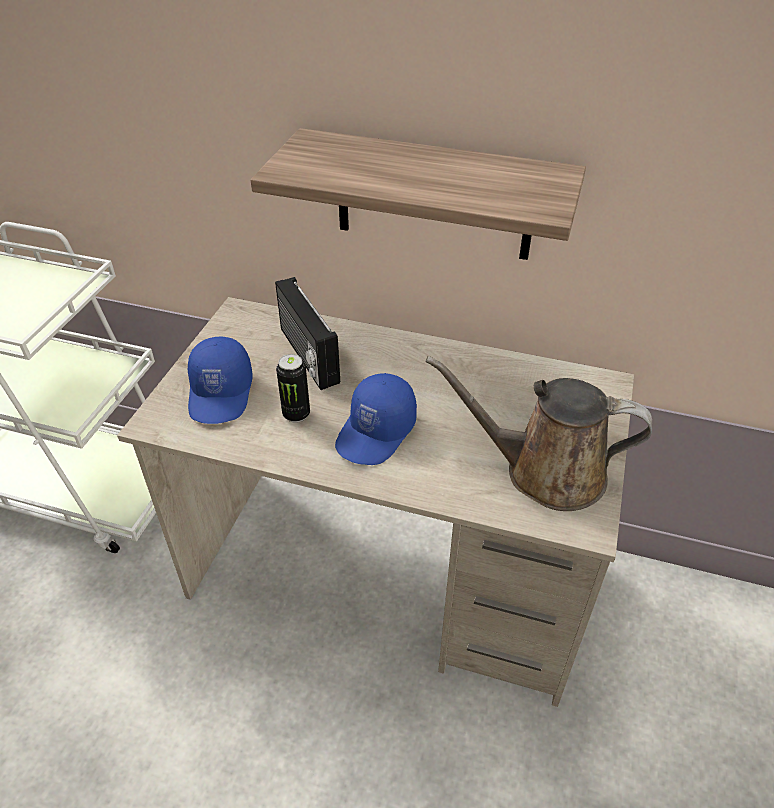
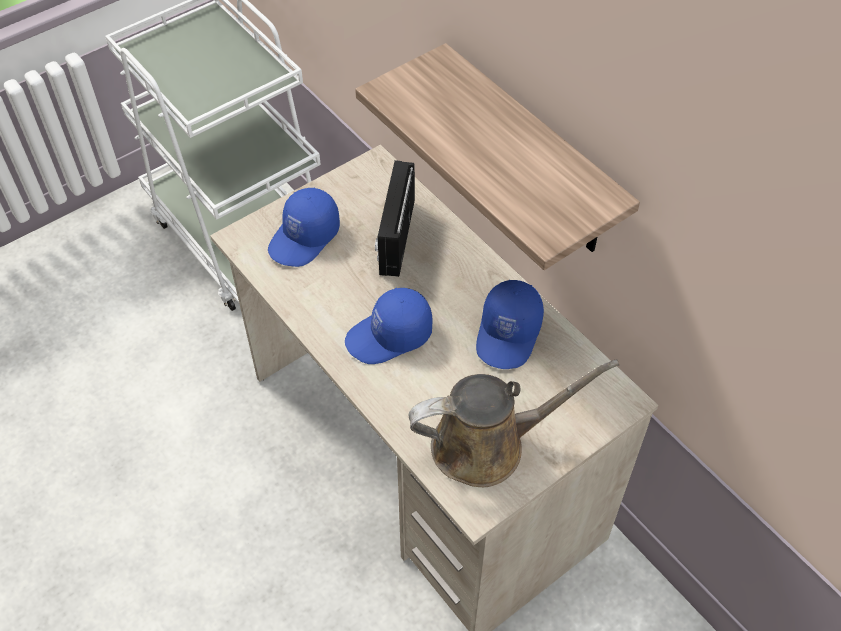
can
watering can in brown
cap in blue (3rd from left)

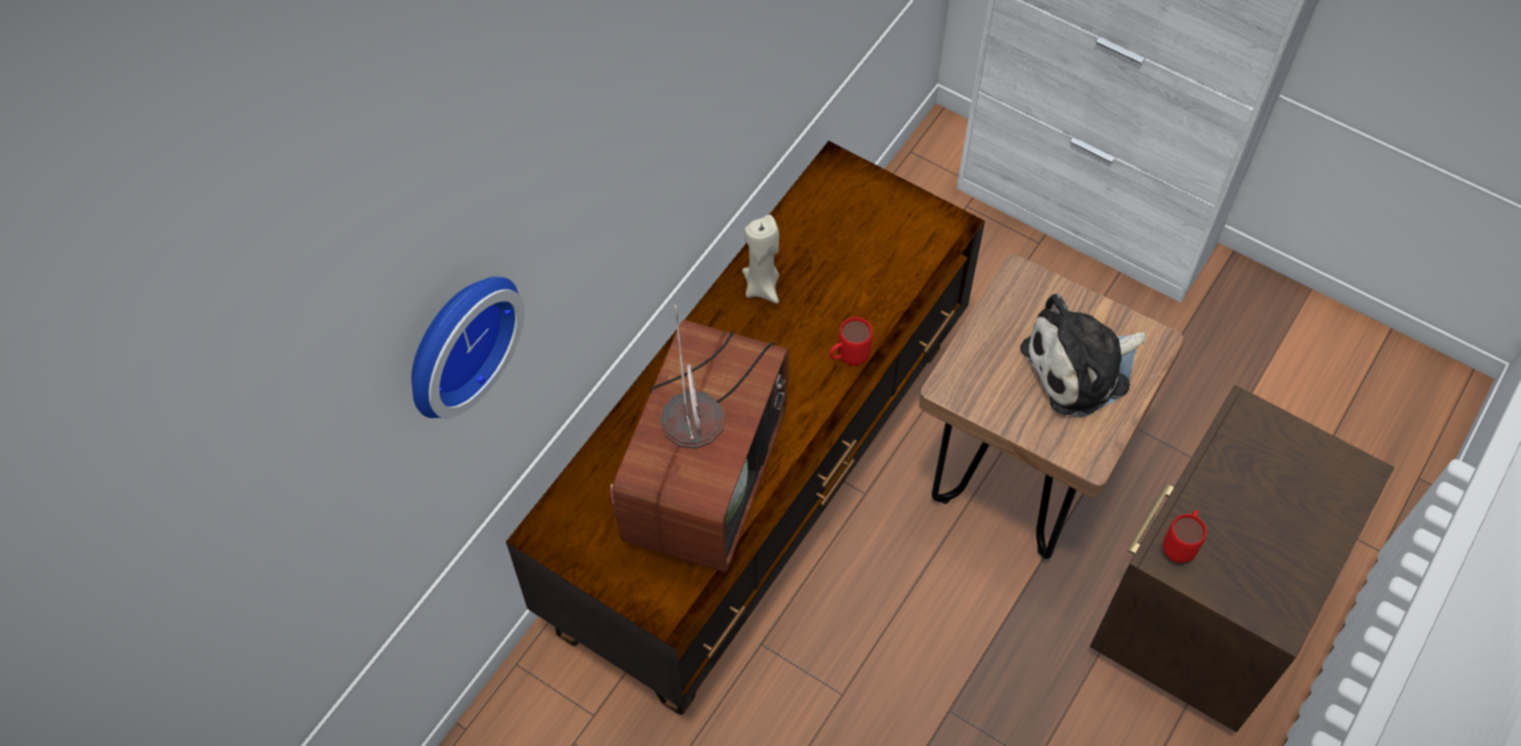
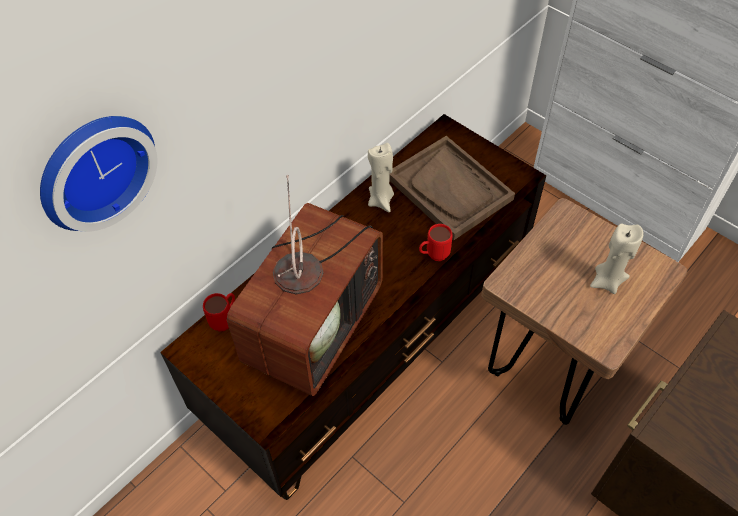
candle in beige (2nd from left)
mug in red (1st from left)
tray in brown

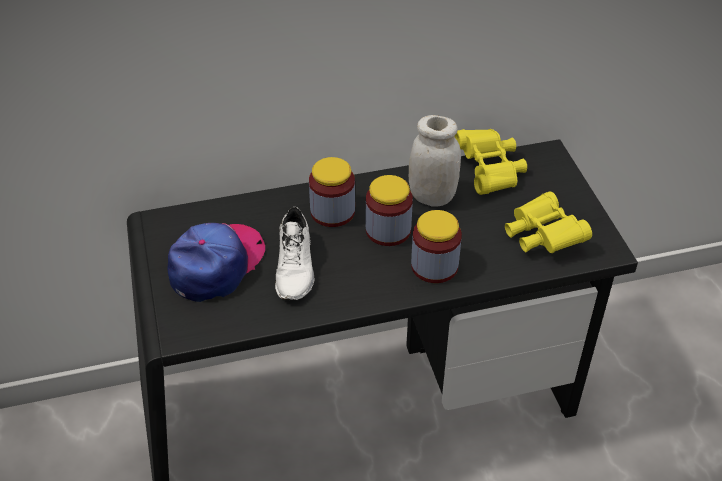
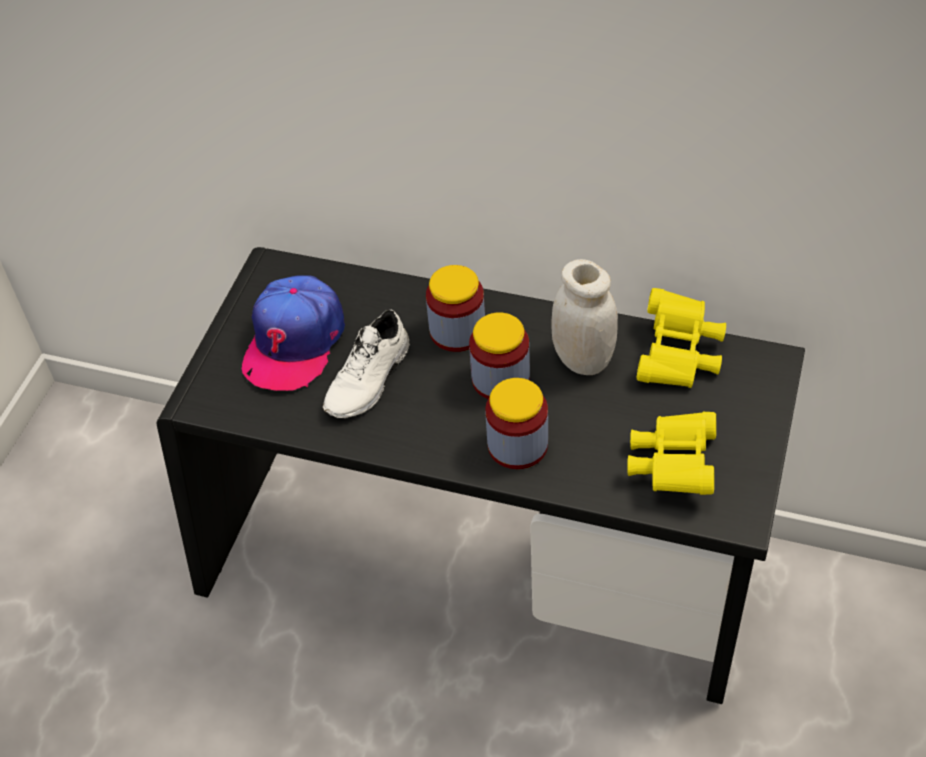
cap

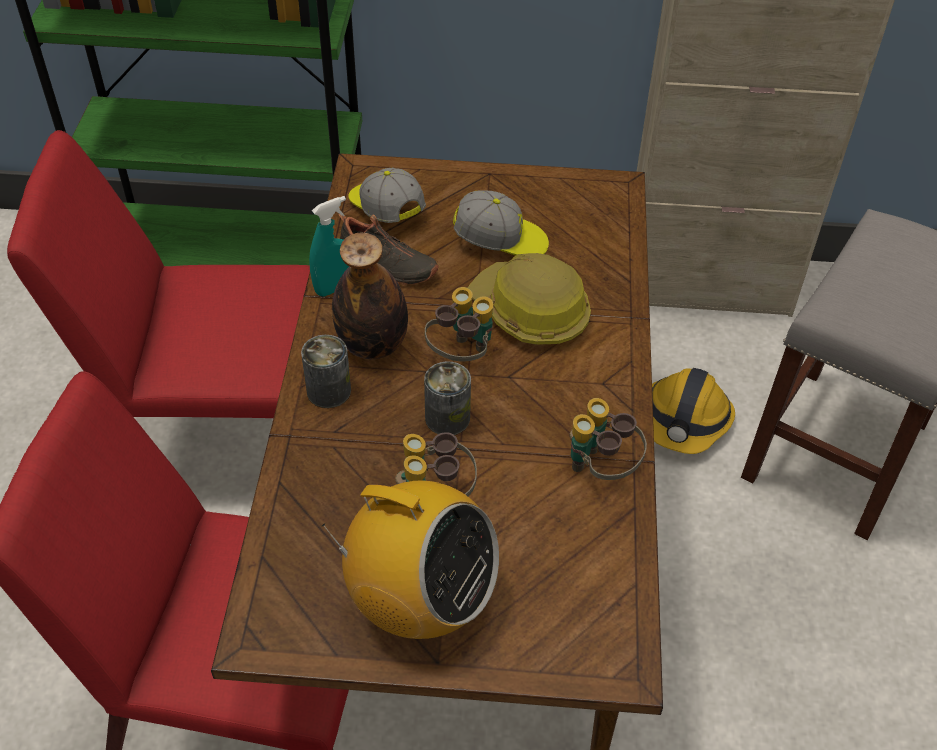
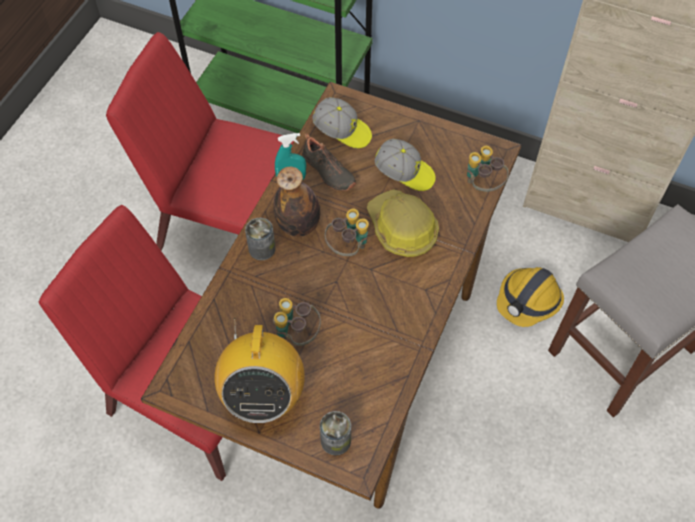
cap (1st from left)
can (2nd from left)
binoculars (3rd from left)
radio

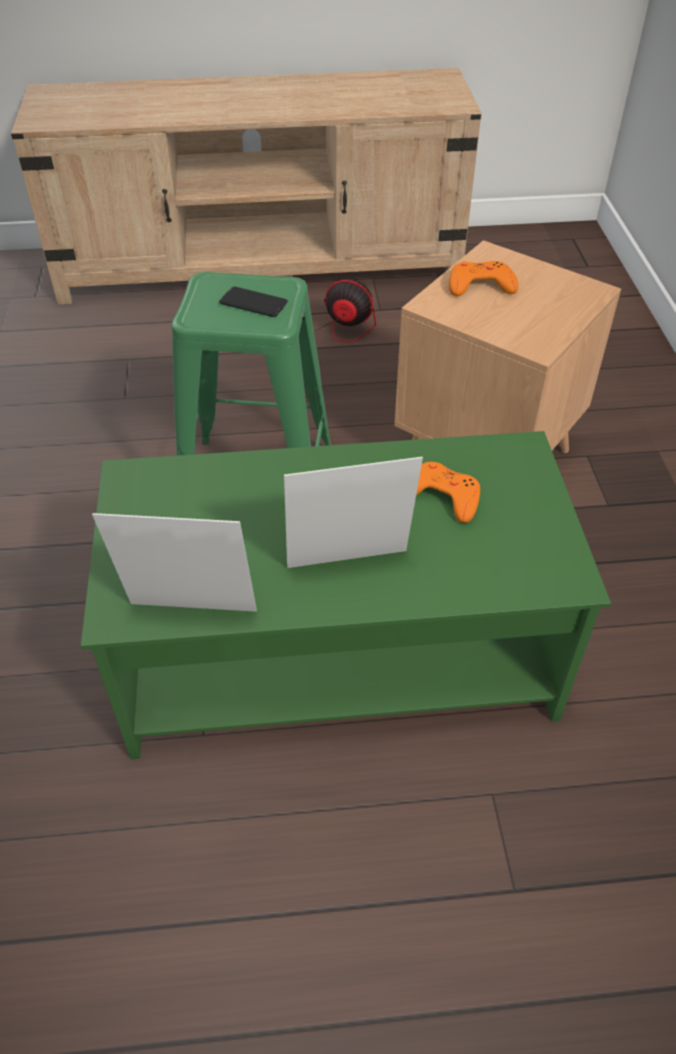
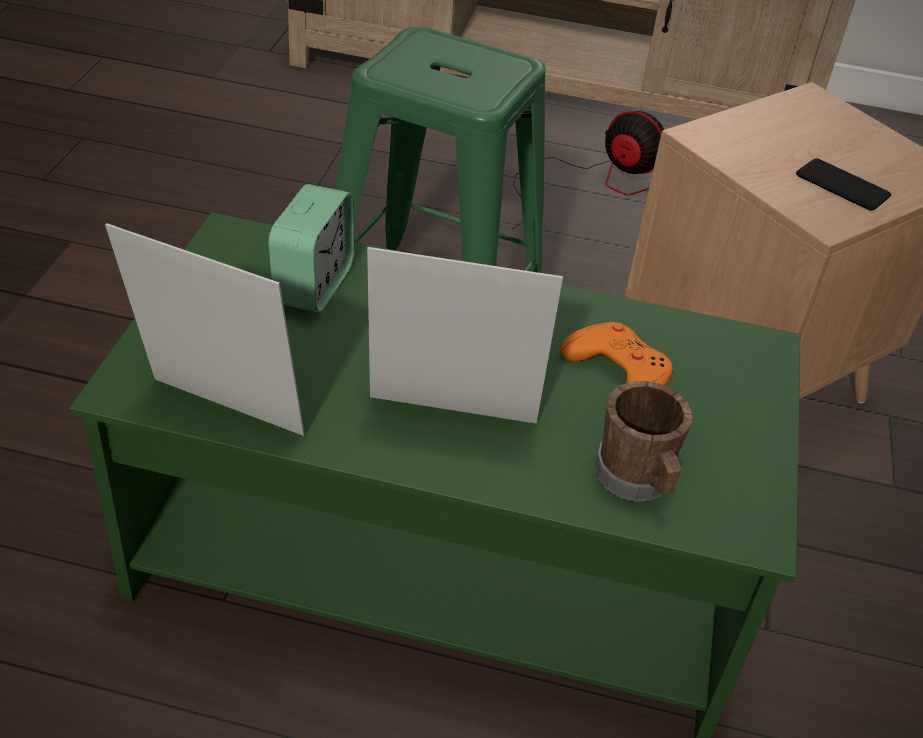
game controller in orange (2nd from left in the first image)
phone
alarm clock
mug in brown

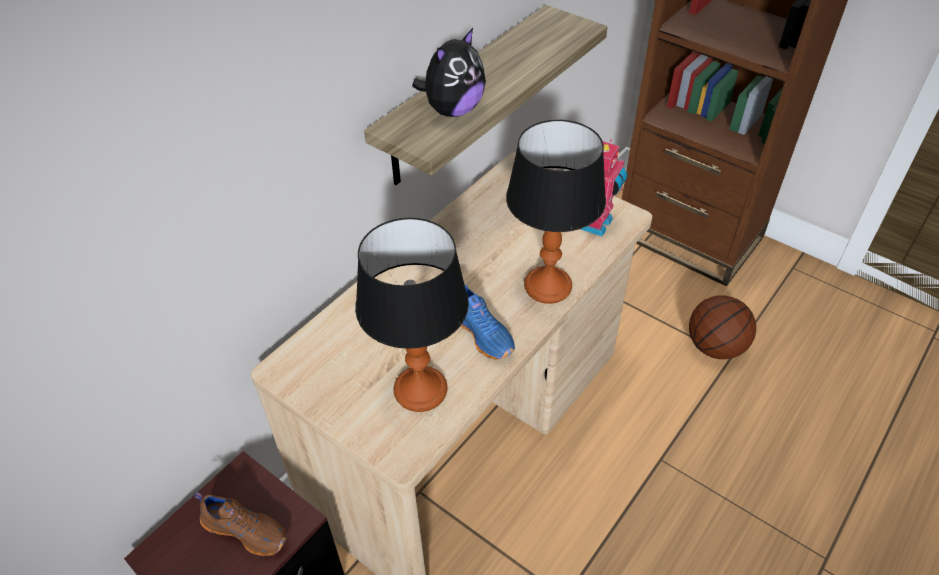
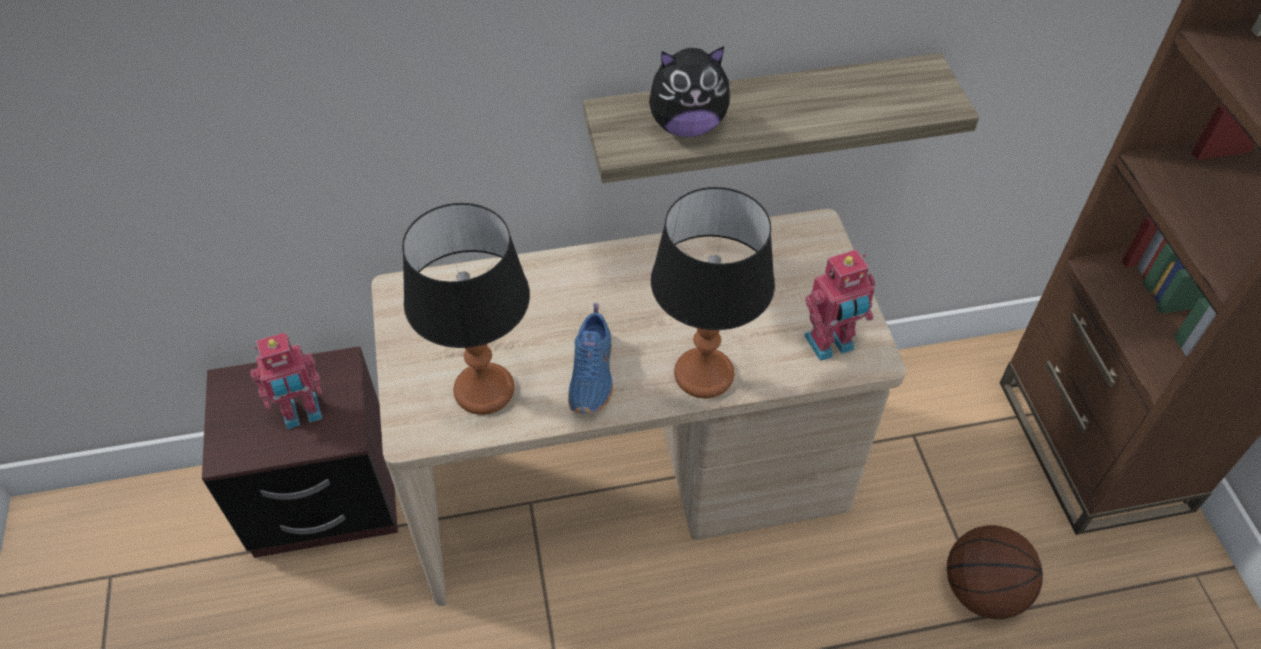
toy robot (1st from left)

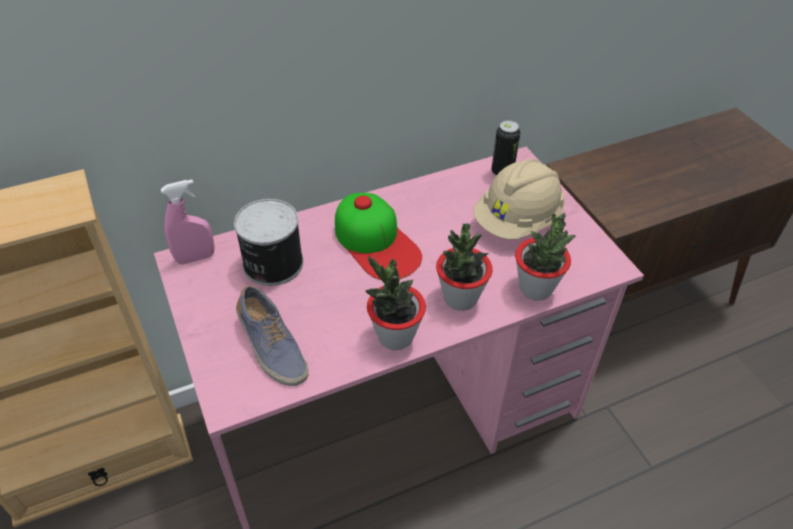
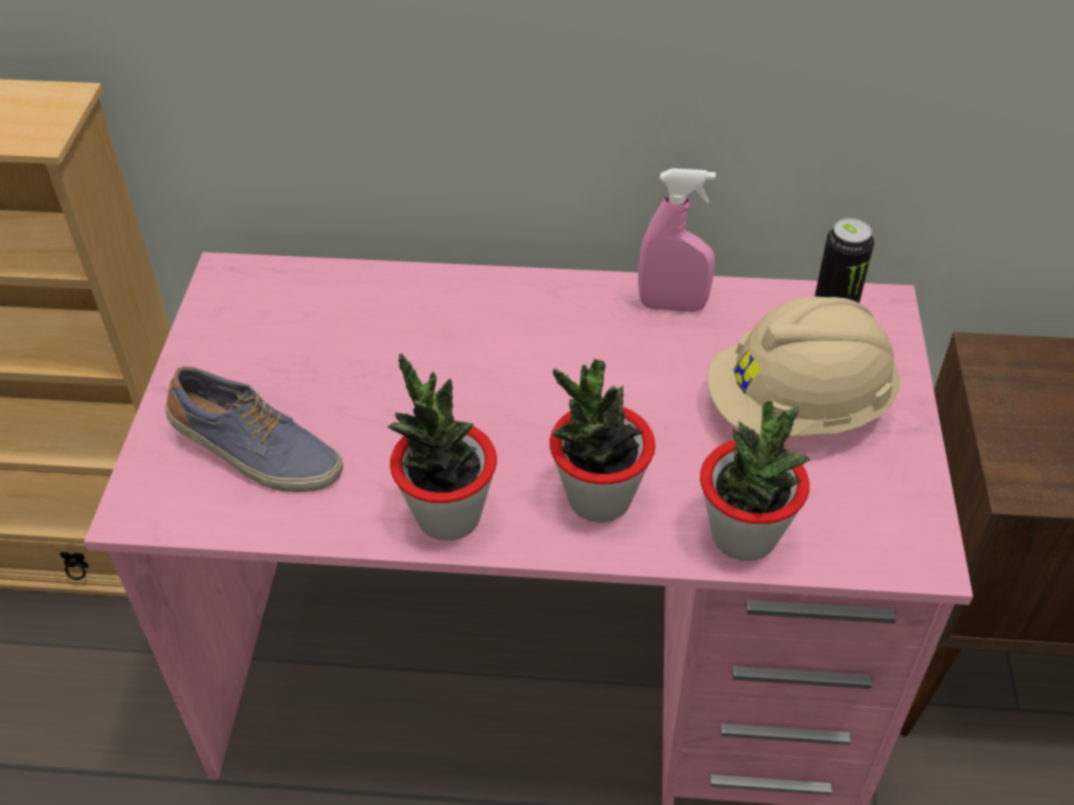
spray bottle in pink
cap
can (1st from left in the first image)
shoe

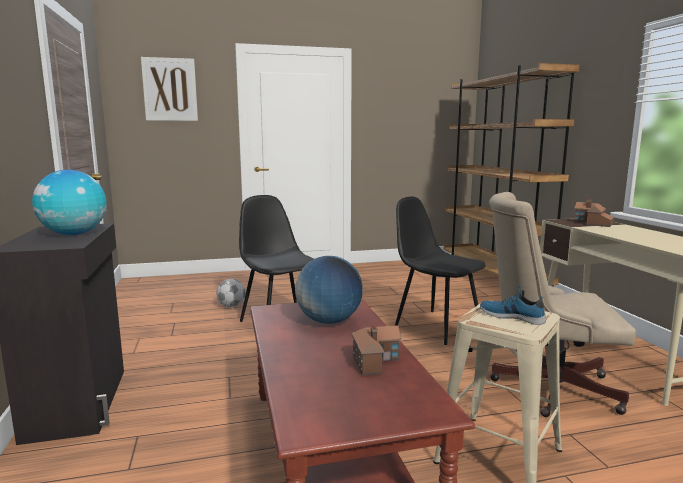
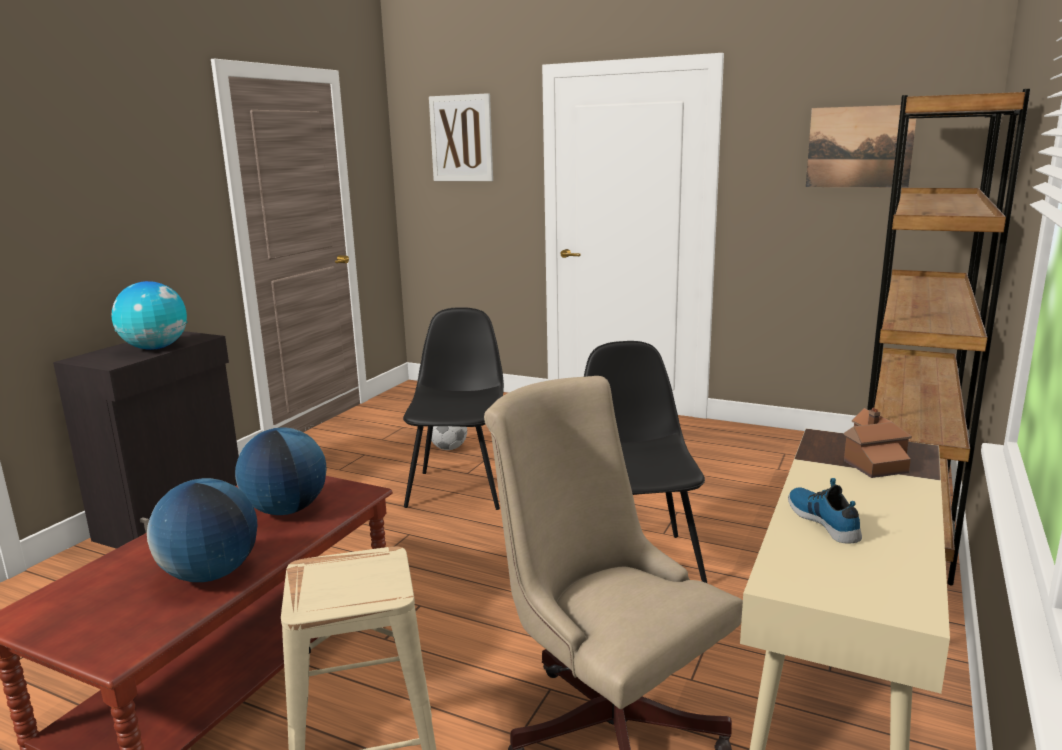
shoe
globe (2nd from left)
picture (2nd from left)

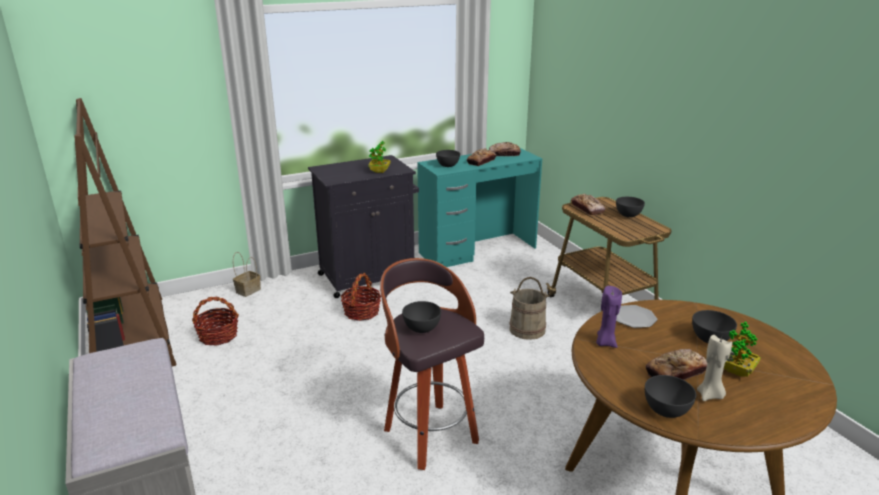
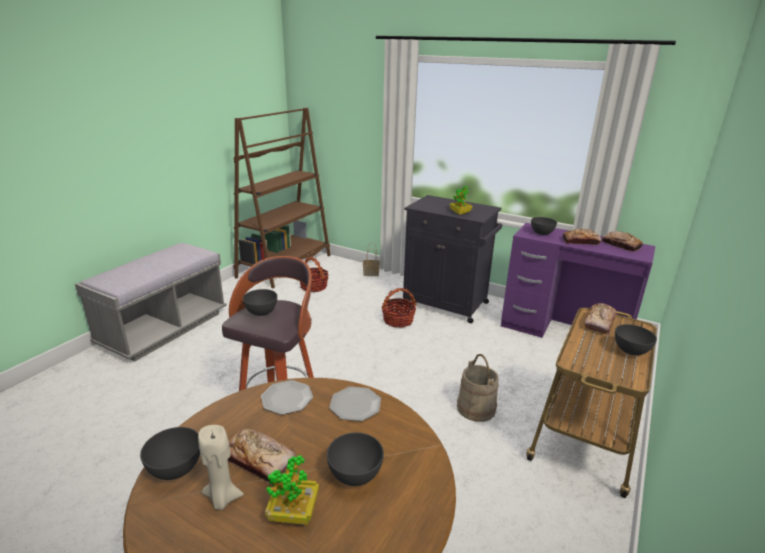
desk in purple
plate (1st from left)

